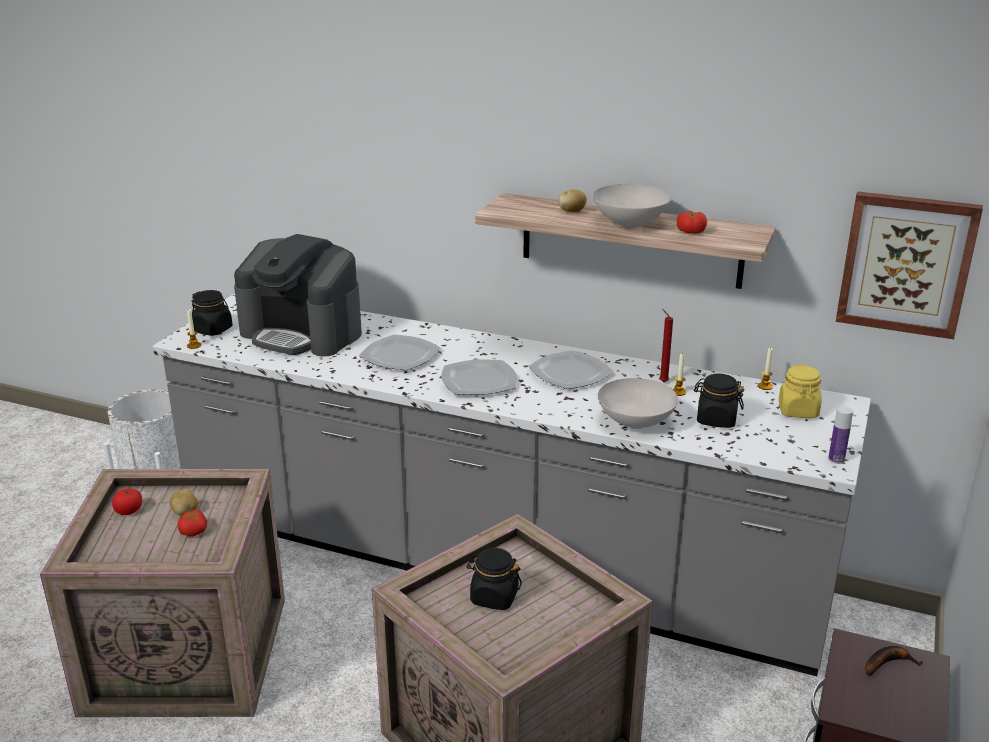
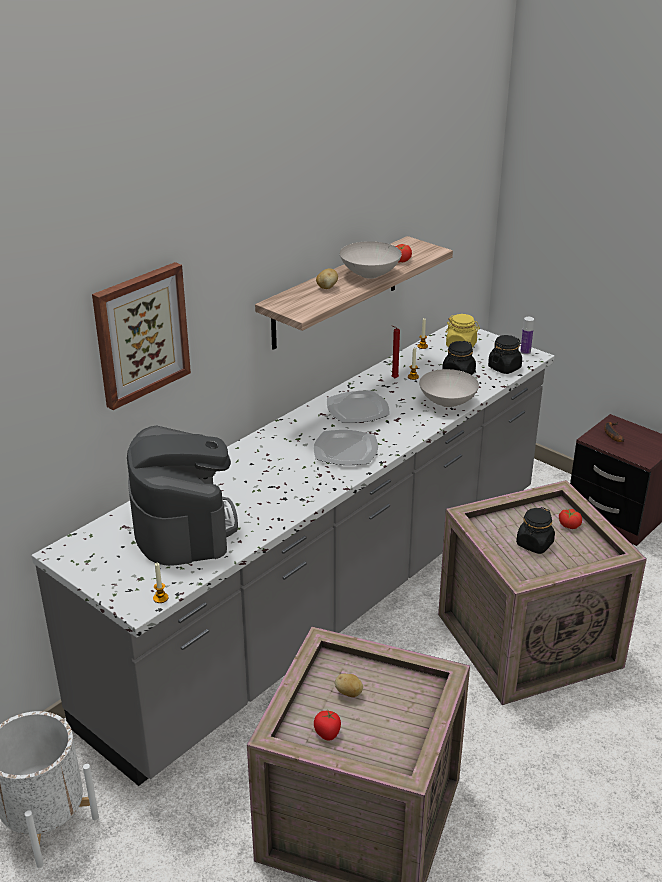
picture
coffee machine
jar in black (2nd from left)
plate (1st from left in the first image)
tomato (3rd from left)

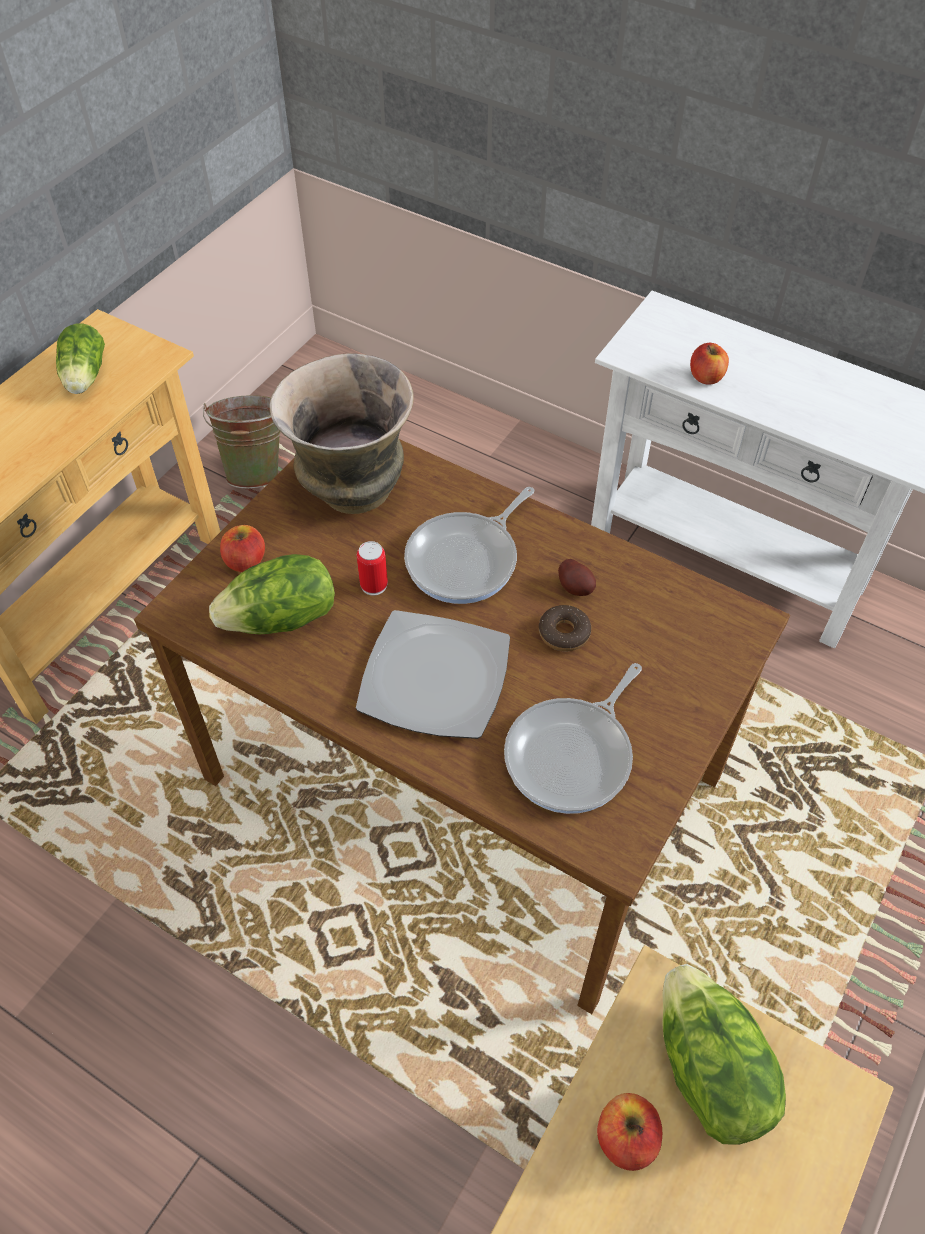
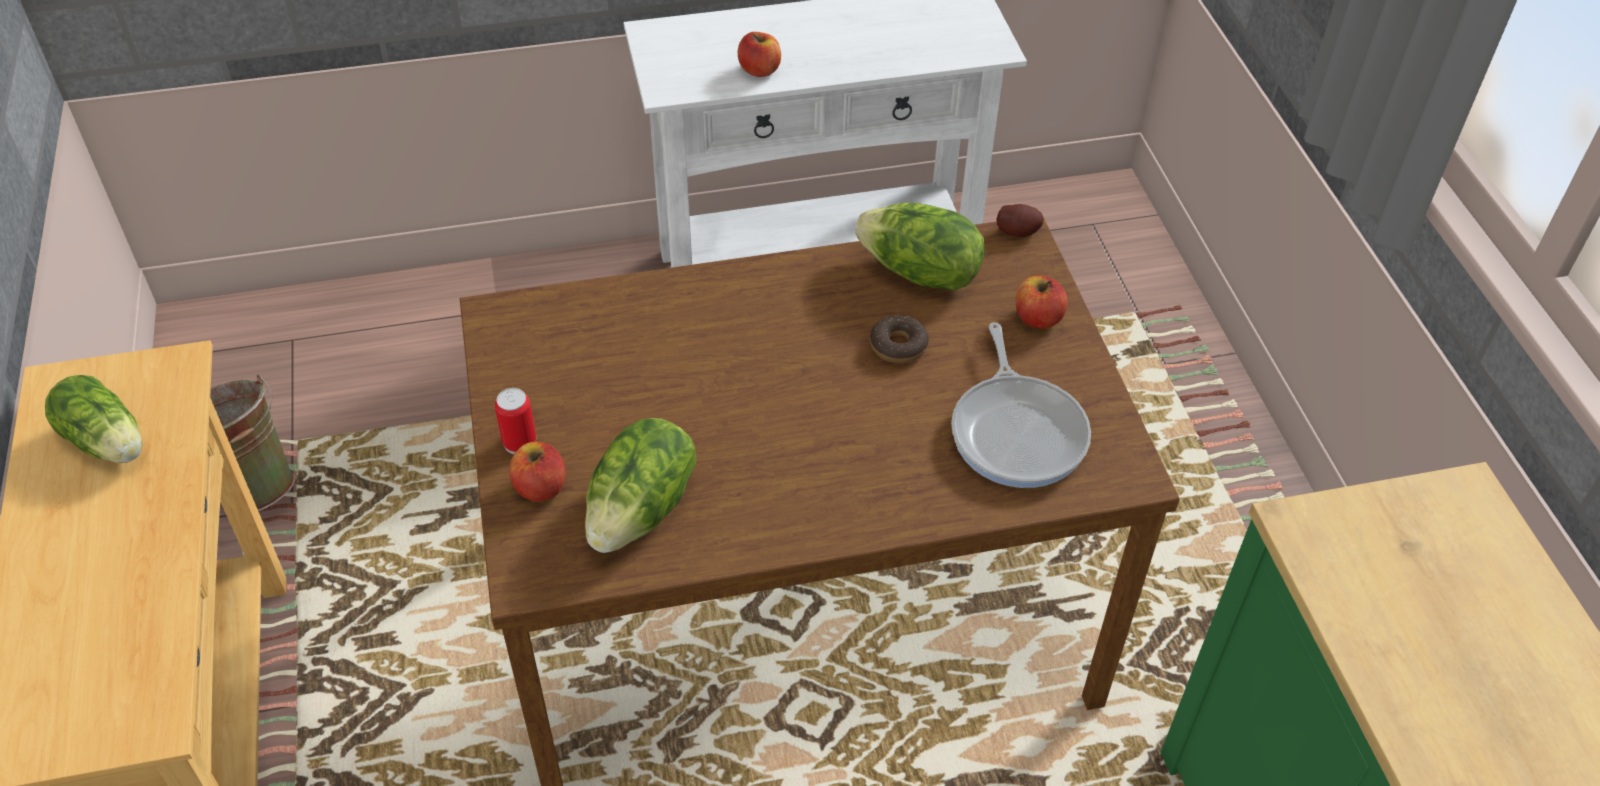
vase
frying pan (1st from left in the first image)
can
potato
plate
lettuce (3rd from left)
apple (3rd from left)

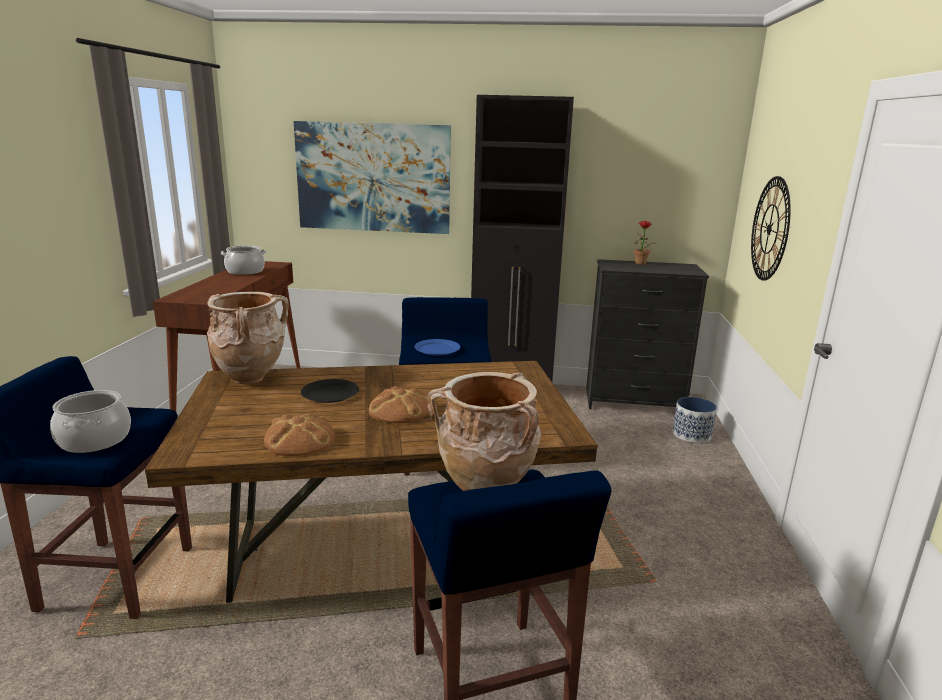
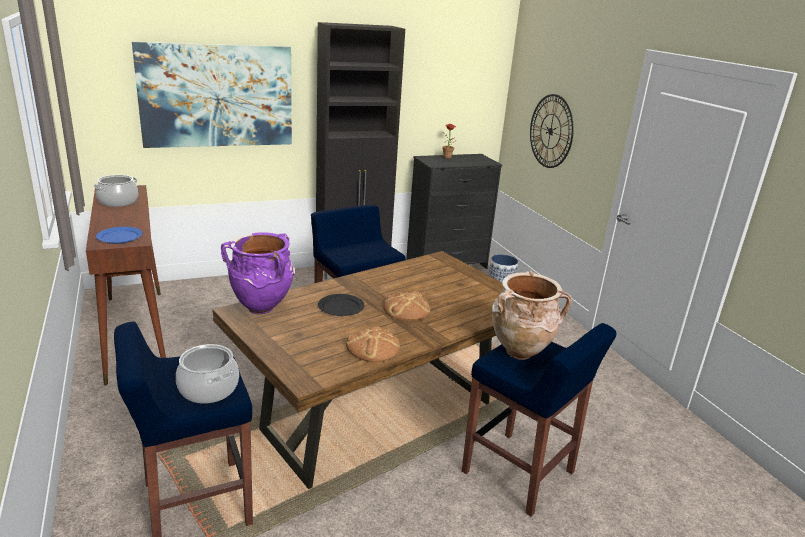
vase in purple
plate in blue

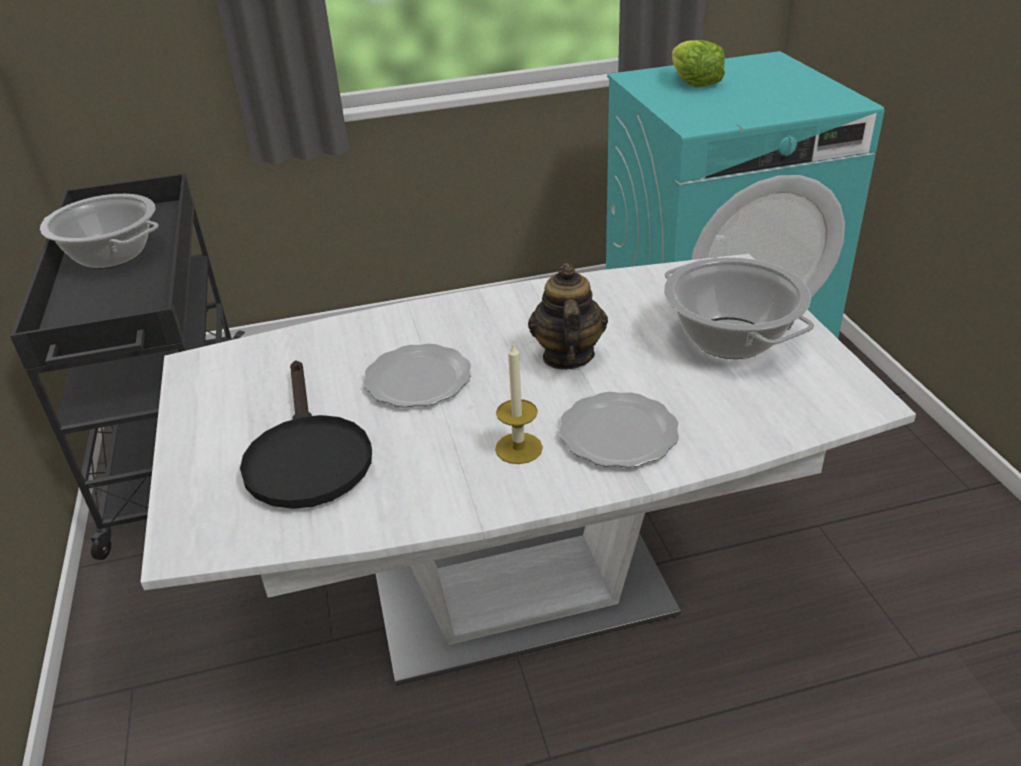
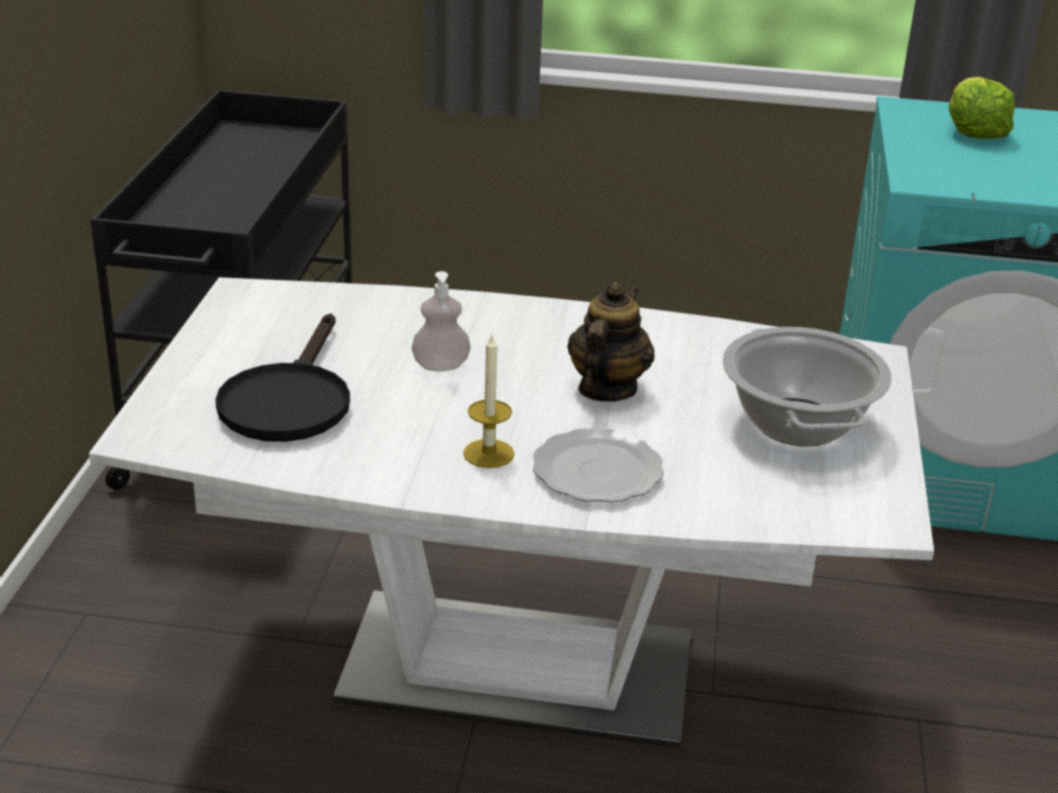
cooking pot (1st from left in the first image)
soap dispenser

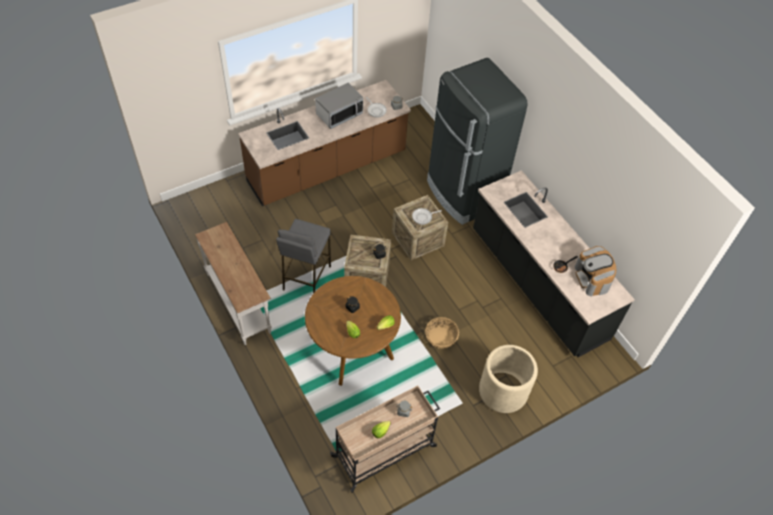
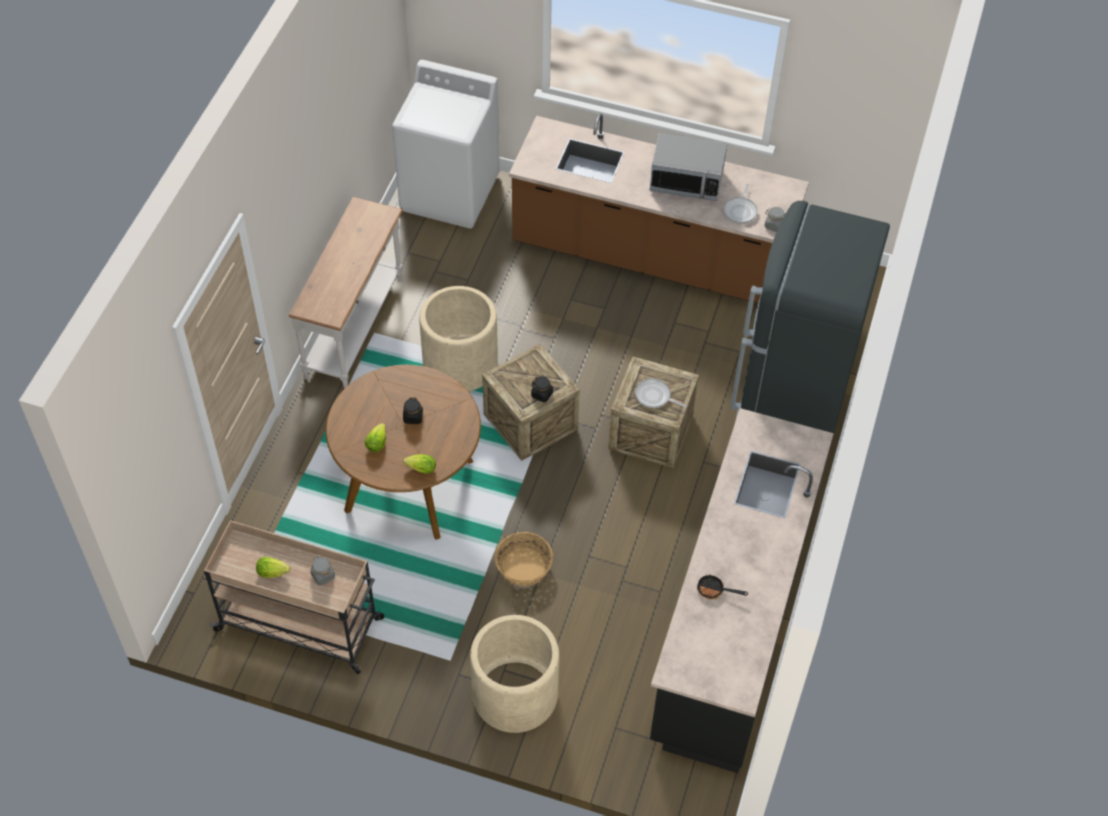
planter in beige (1st from left)
coffee machine
washing machine in white

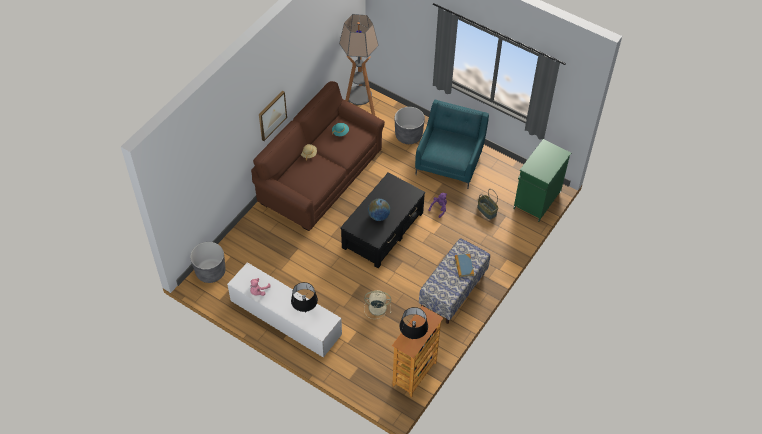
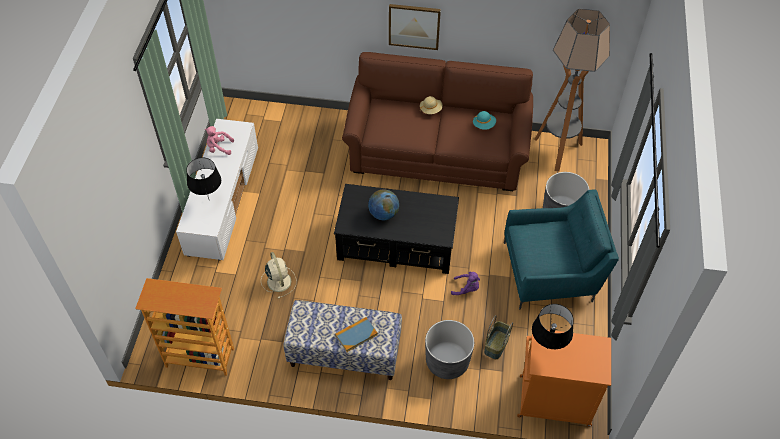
cabinet in orange
planter in grey (1st from left)
table lamp in black (2nd from left)

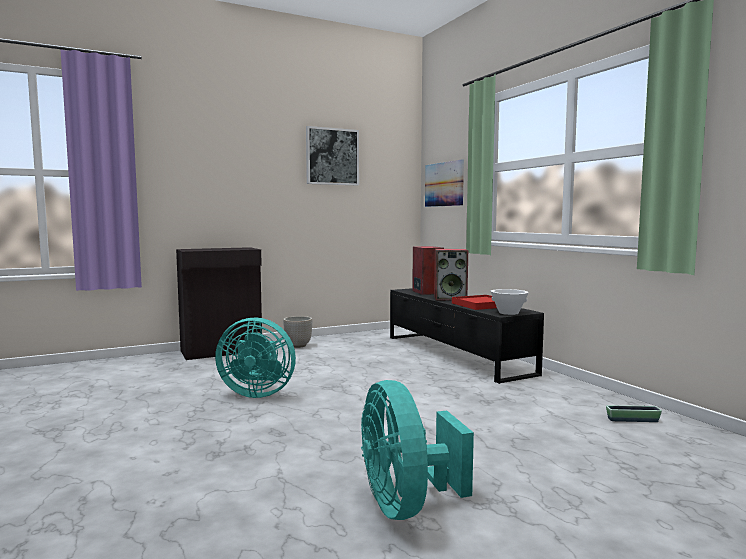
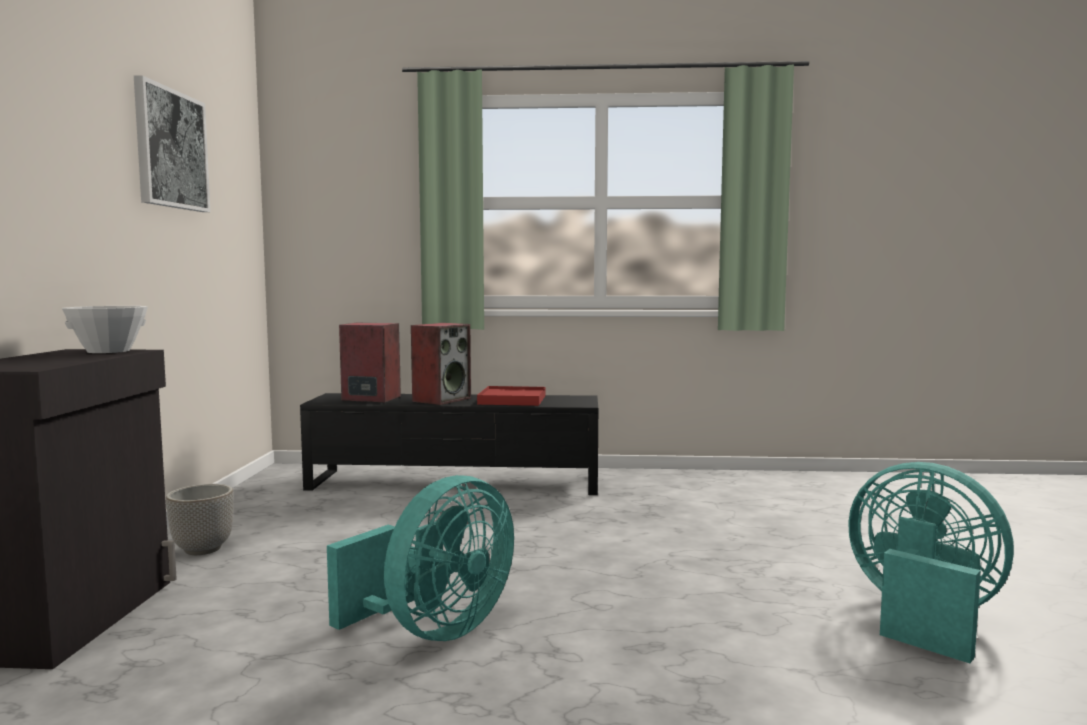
picture (2nd from left in the first image)
bowl in white
fan in turquoise (2nd from left)
planter (2nd from left in the first image)

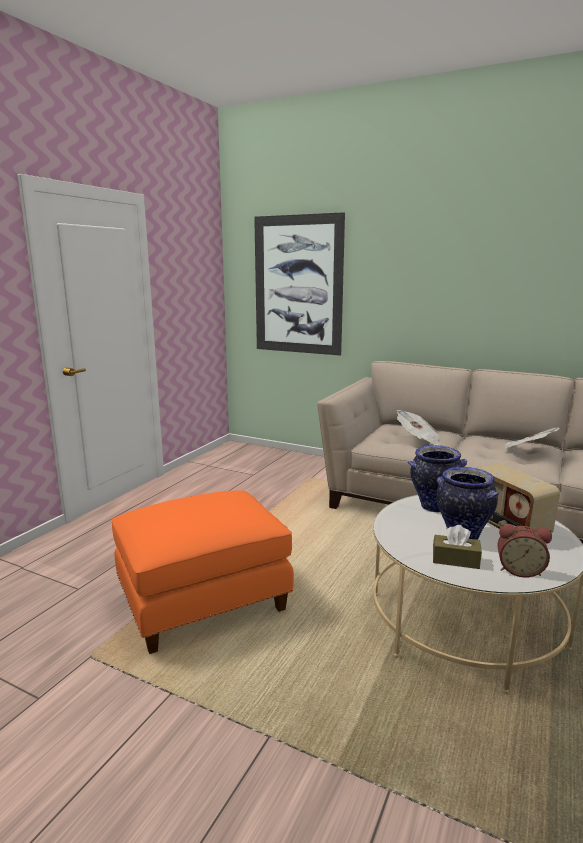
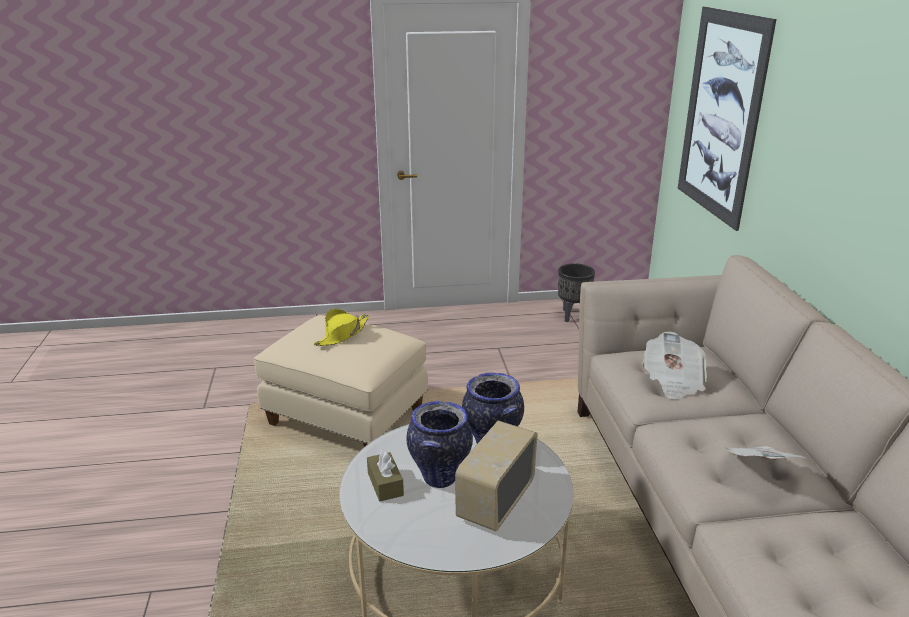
ottoman in beige
alarm clock
planter in black
hat in yellow

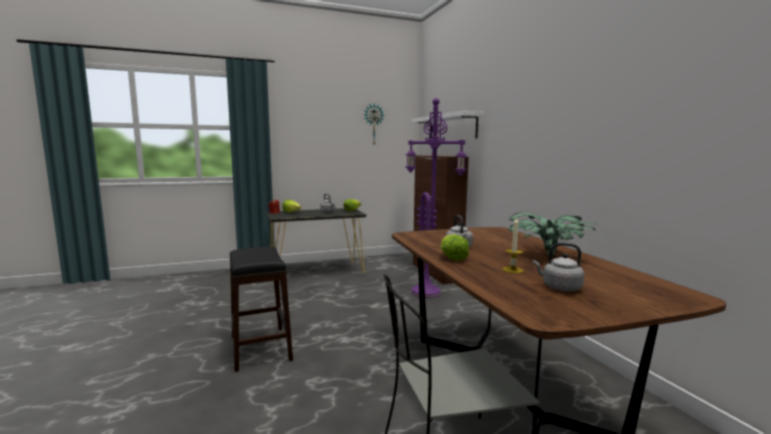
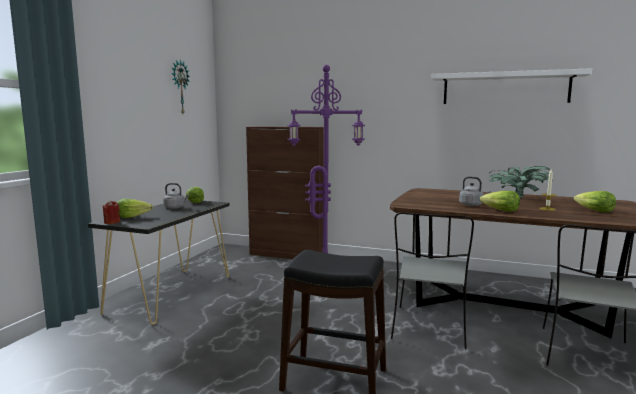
shelf in white
lettuce (4th from left)
chair in grey (1st from left)

